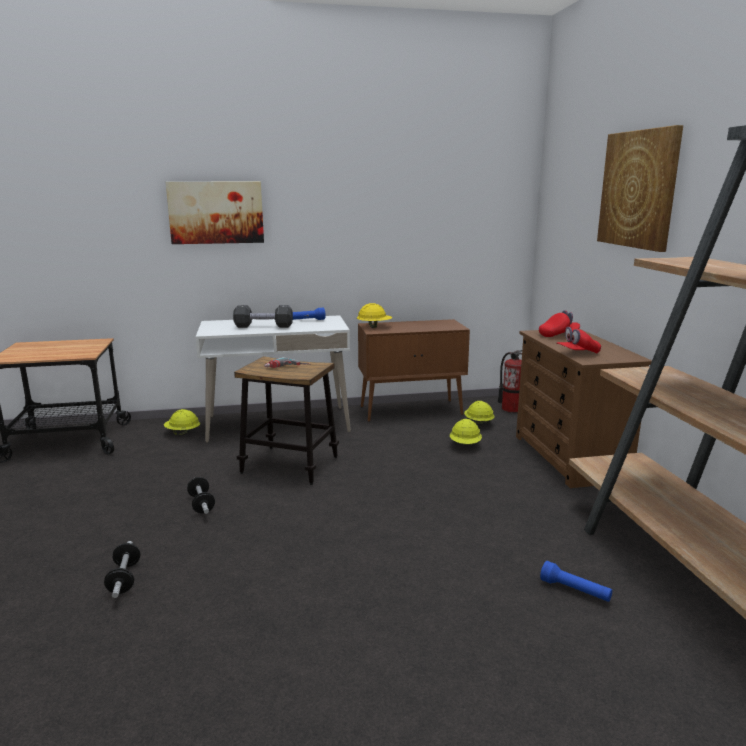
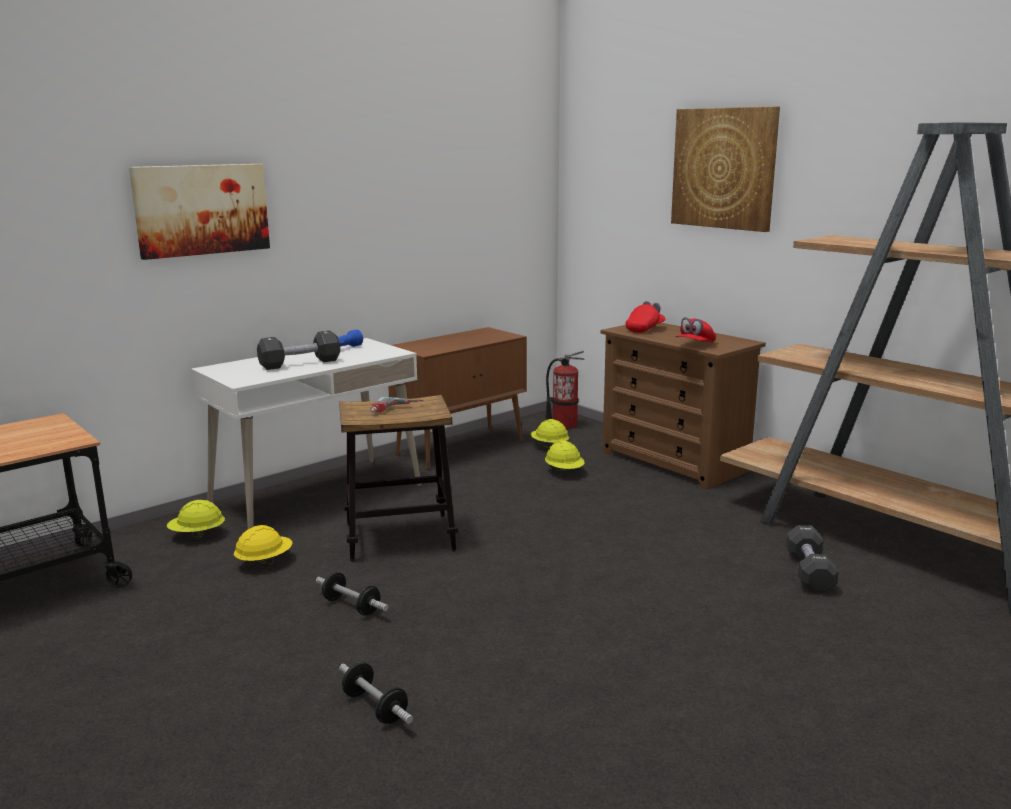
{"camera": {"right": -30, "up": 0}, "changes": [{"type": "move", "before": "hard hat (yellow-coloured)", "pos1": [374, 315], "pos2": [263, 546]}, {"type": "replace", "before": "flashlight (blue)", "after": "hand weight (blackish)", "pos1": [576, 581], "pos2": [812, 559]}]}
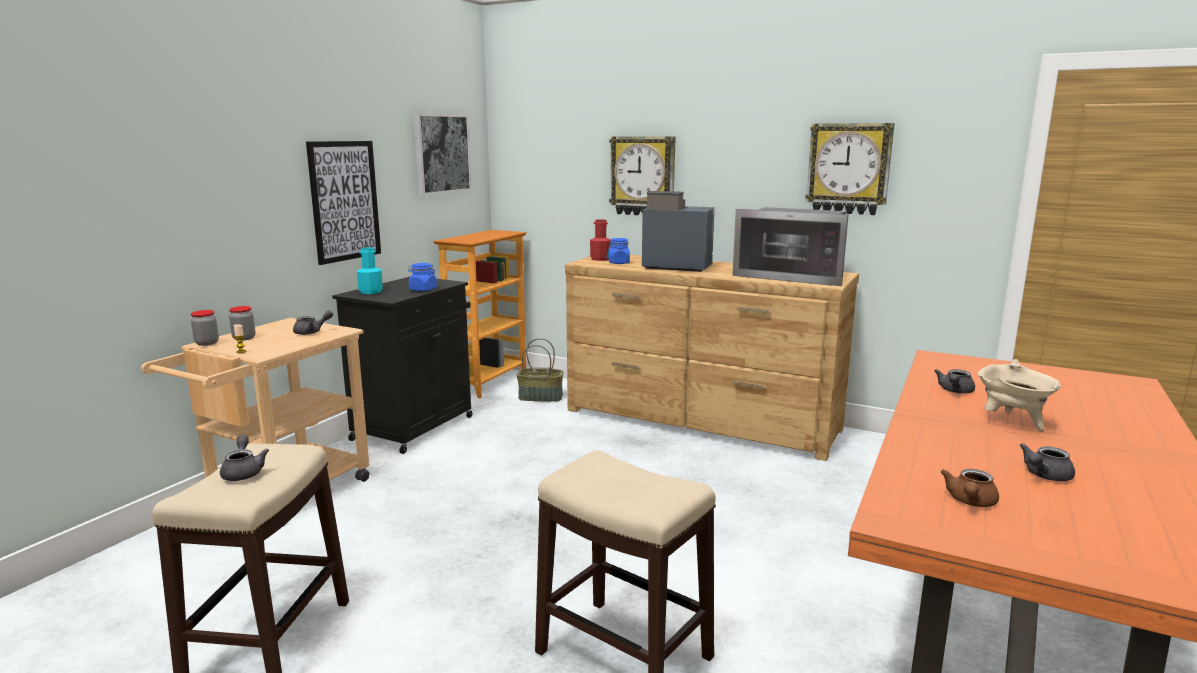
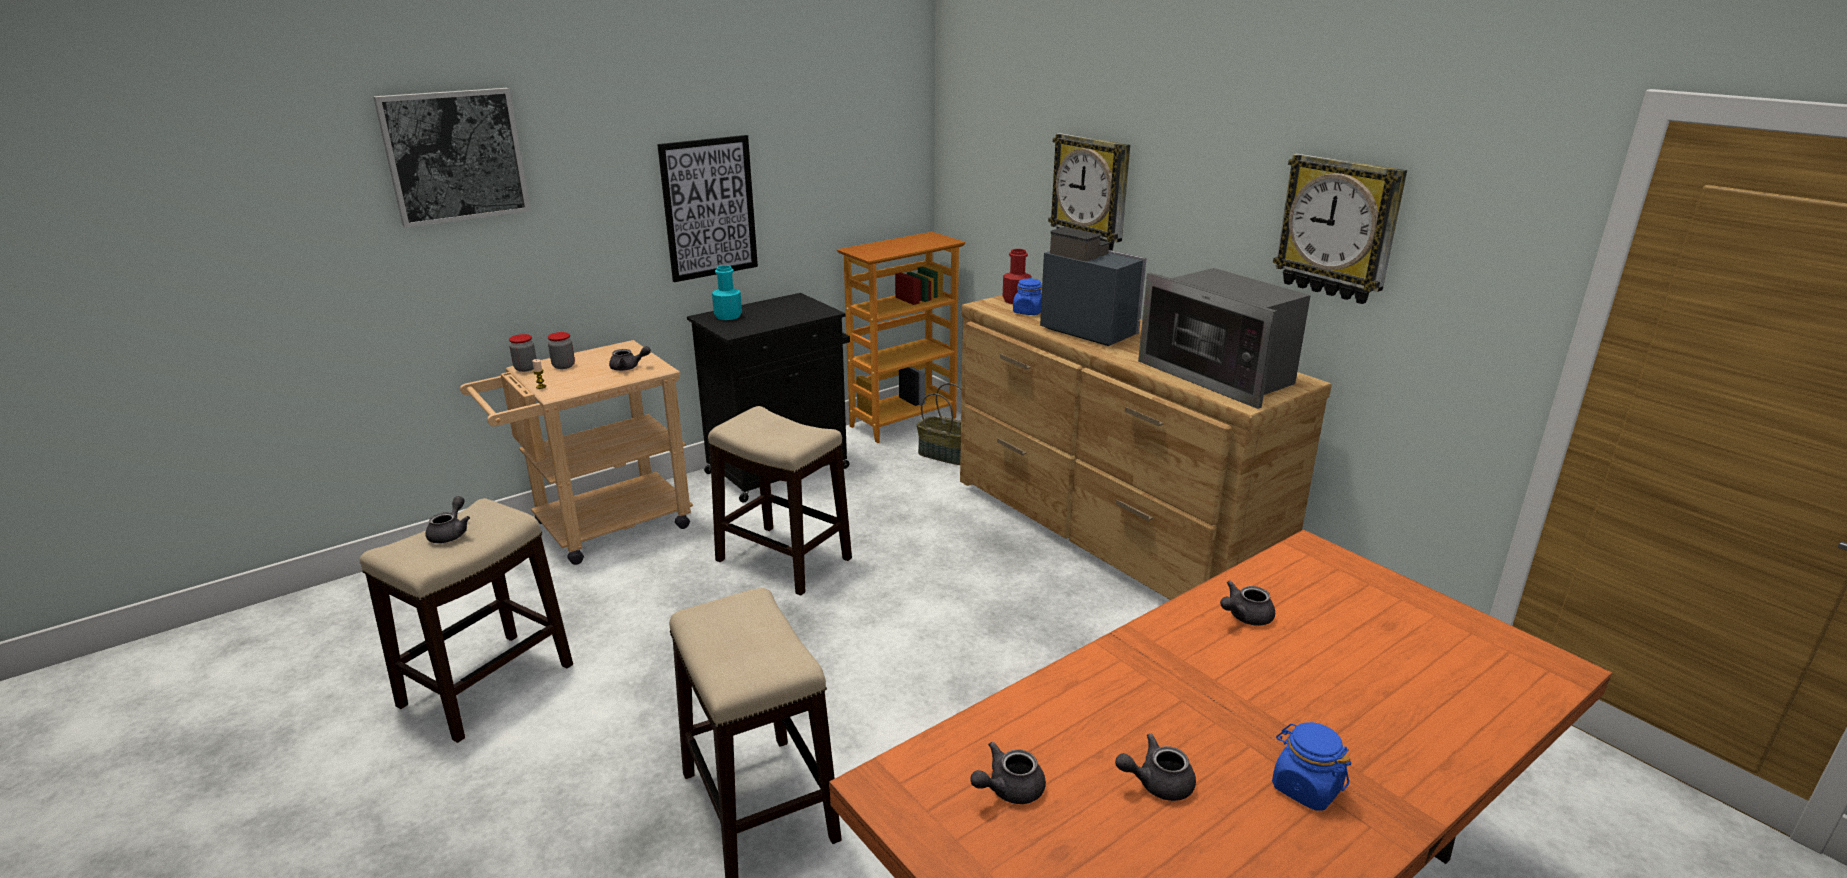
{"camera": {"right": 25, "up": 10}, "changes": [{"type": "move", "before": "picture", "pos1": [442, 154], "pos2": [451, 158]}, {"type": "insert", "after": "sitting stool", "pos2": [780, 501]}, {"type": "recolor", "before": "pot for tea (brown-coloured)", "after": "pot for tea (grey)", "pos1": [969, 488], "pos2": [1008, 773]}, {"type": "move", "before": "preserve jar (blue)", "pos1": [422, 277], "pos2": [1311, 766]}, {"type": "delete", "before": "cooking pot (beige)", "pos1": [1019, 395]}]}
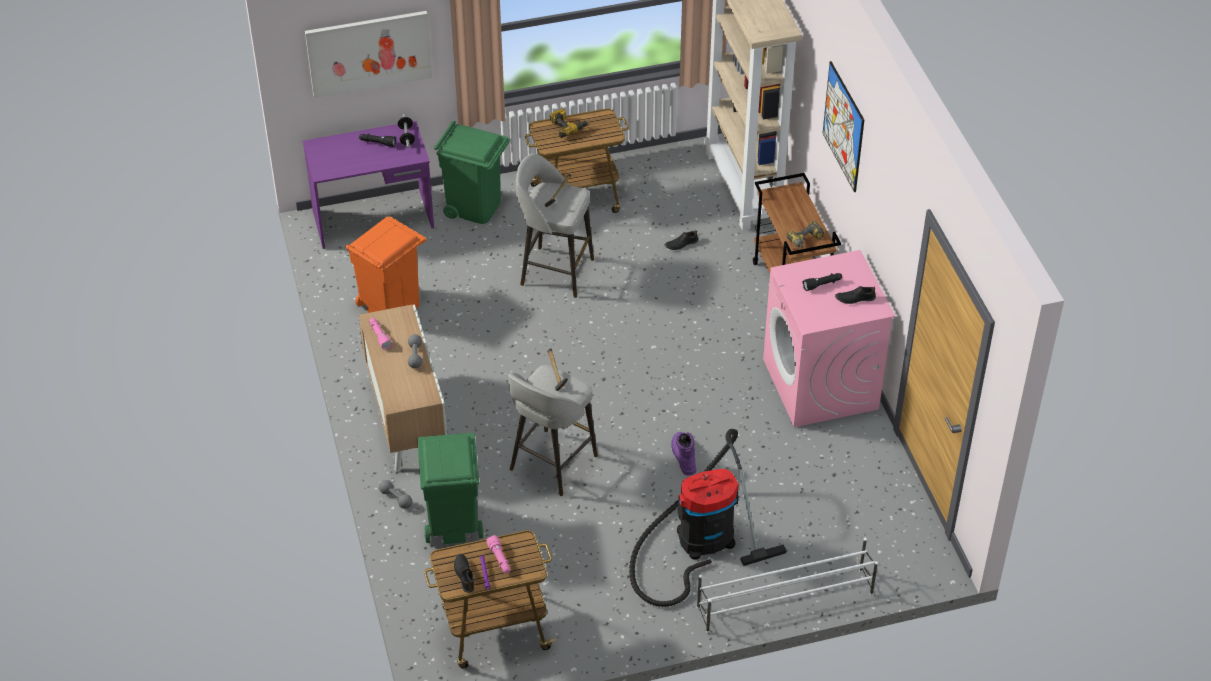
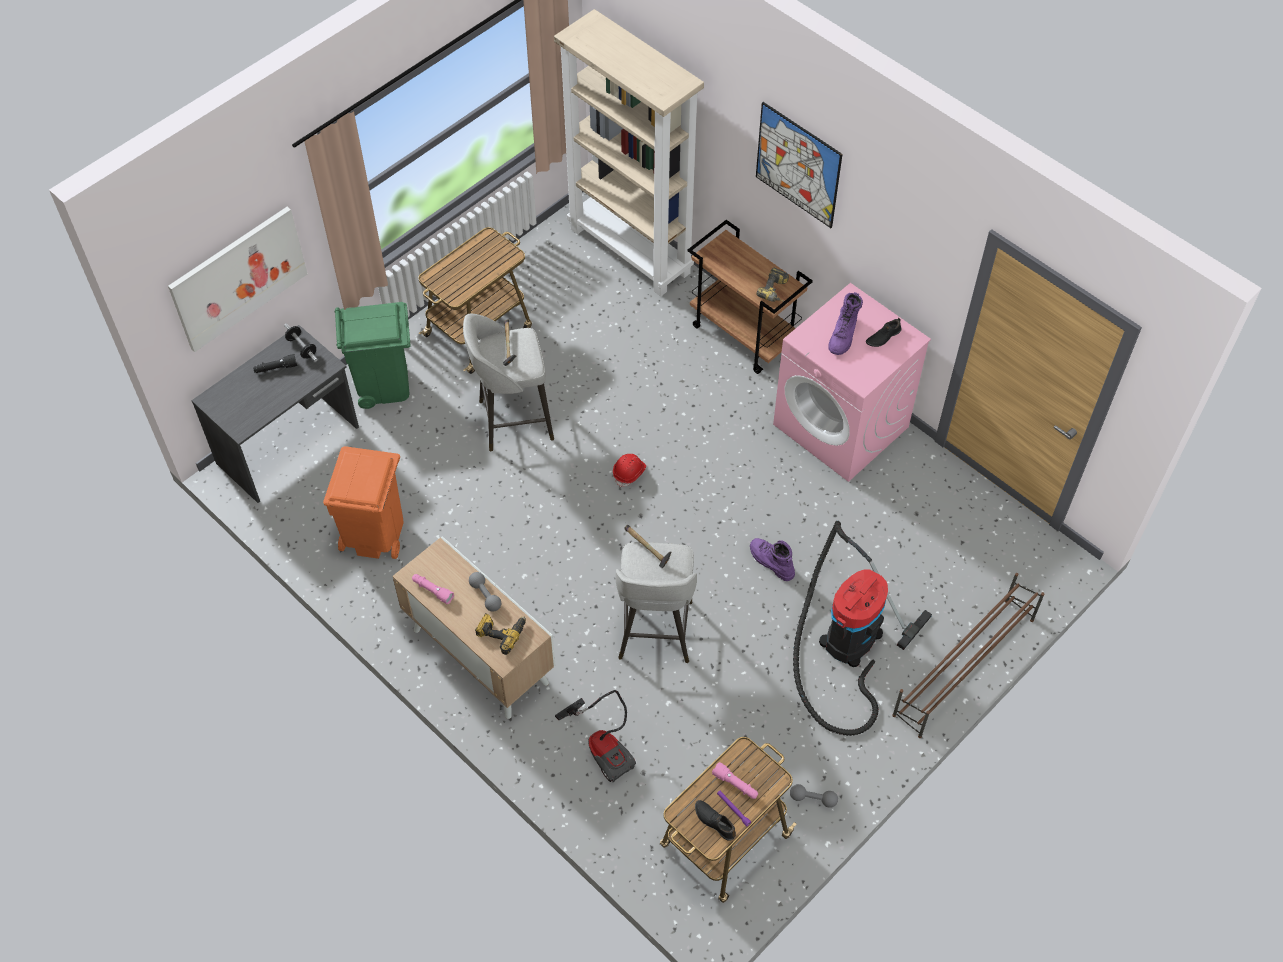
{"camera": {"right": -30, "up": 10}, "changes": [{"type": "recolor", "before": "desk (purplish)", "after": "desk (grey)", "pos1": [368, 185], "pos2": [275, 414]}, {"type": "move", "before": "power drill", "pos1": [569, 123], "pos2": [500, 634]}, {"type": "replace", "before": "trash can (greenish)", "after": "vacuum cleaner", "pos1": [450, 488], "pos2": [595, 736]}, {"type": "insert", "after": "hard hat (red-coloured)", "pos2": [629, 470]}, {"type": "move", "before": "hand weight (grey)", "pos1": [395, 494], "pos2": [814, 796]}, {"type": "replace", "before": "flashlight (blackish)", "after": "boot (purplish)", "pos1": [822, 282], "pos2": [846, 323]}, {"type": "recolor", "before": "shoe stand (whitish)", "after": "shoe stand (brown-coloured)", "pos1": [787, 586], "pos2": [968, 655]}, {"type": "delete", "before": "shoe (blackish)", "pos1": [681, 240]}]}
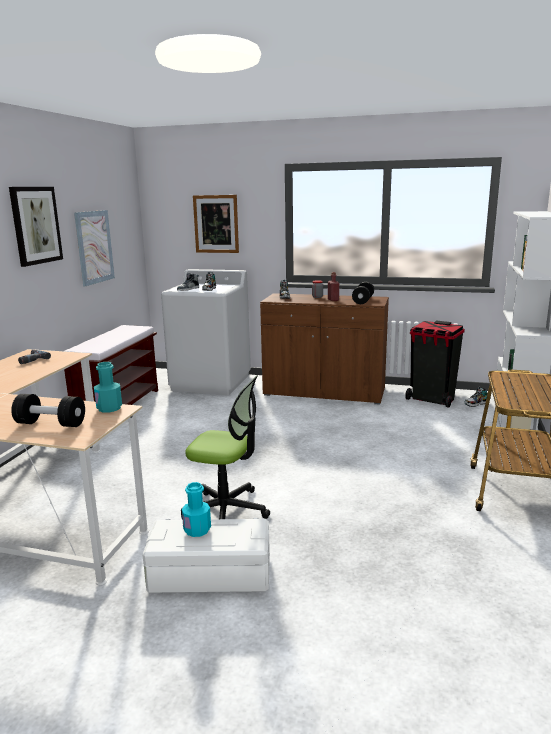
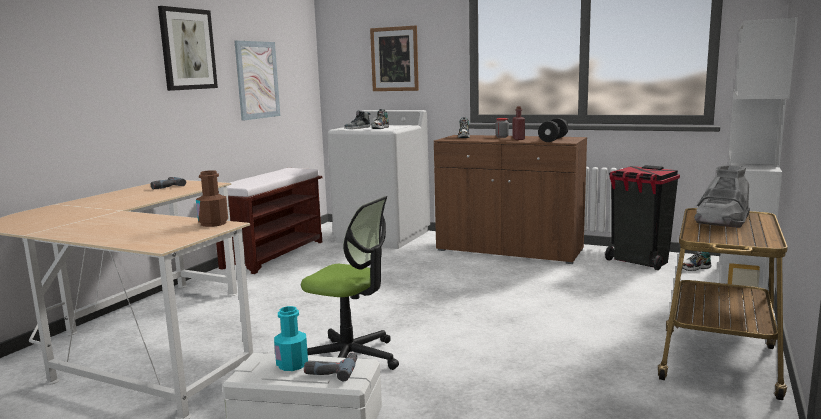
{"camera": {"right": 10, "up": -5}, "changes": [{"type": "recolor", "before": "drink bottle (blue-green)", "after": "drink bottle (brown-coloured)", "pos1": [108, 387], "pos2": [212, 198]}, {"type": "insert", "after": "power drill", "pos2": [330, 367]}, {"type": "insert", "after": "boot (grey)", "pos2": [722, 196]}, {"type": "delete", "before": "hand weight (blackish)", "pos1": [48, 410]}]}
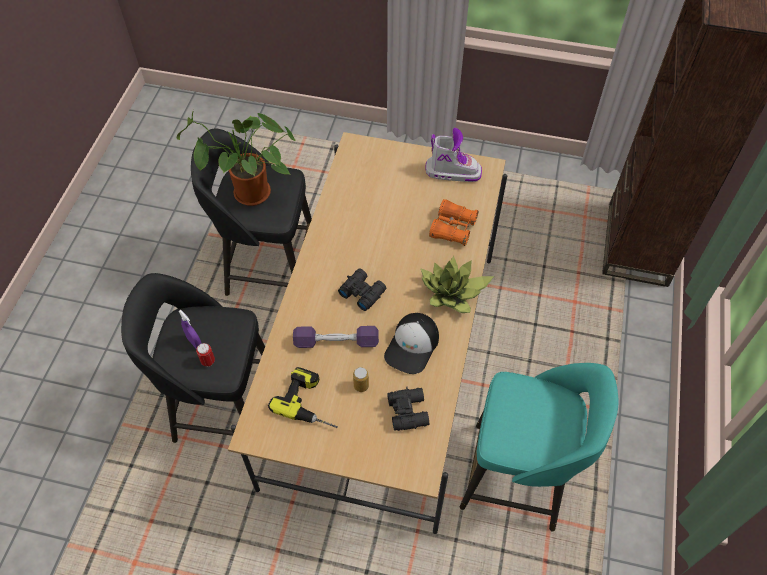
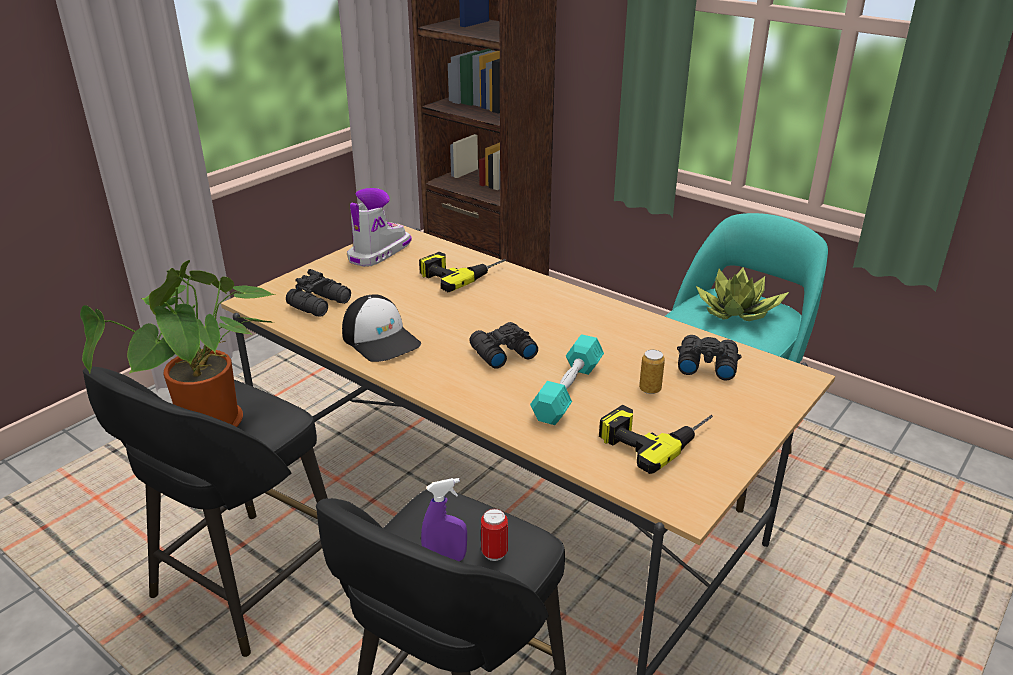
{"camera": {"right": -65, "up": -25}, "changes": [{"type": "insert", "after": "field glasses (blackish)", "pos2": [318, 293]}, {"type": "move", "before": "peaked cap", "pos1": [411, 343], "pos2": [381, 328]}, {"type": "replace", "before": "field glasses (orange-coloured)", "after": "power drill", "pos1": [454, 222], "pos2": [462, 272]}, {"type": "recolor", "before": "hand weight (purplish)", "after": "hand weight (blue-green)", "pos1": [336, 337], "pos2": [567, 379]}, {"type": "move", "before": "plant in a pot", "pos1": [457, 284], "pos2": [742, 294]}]}
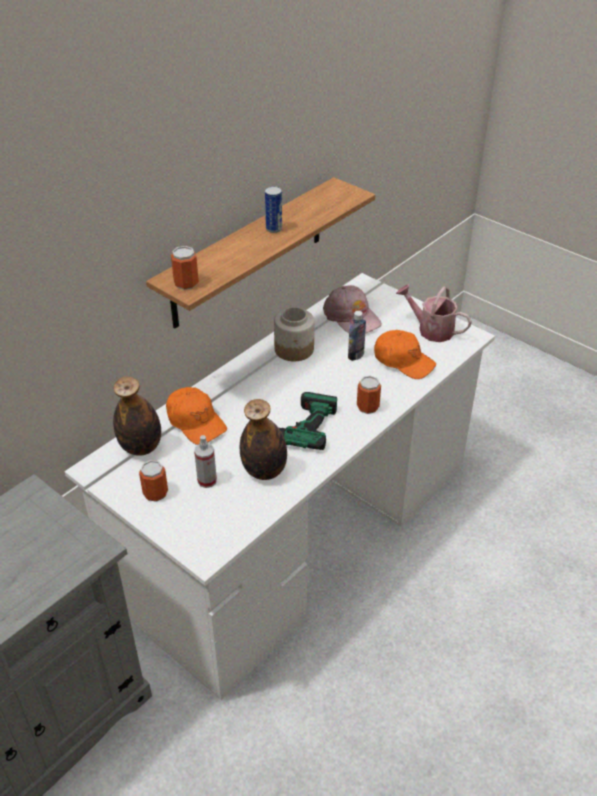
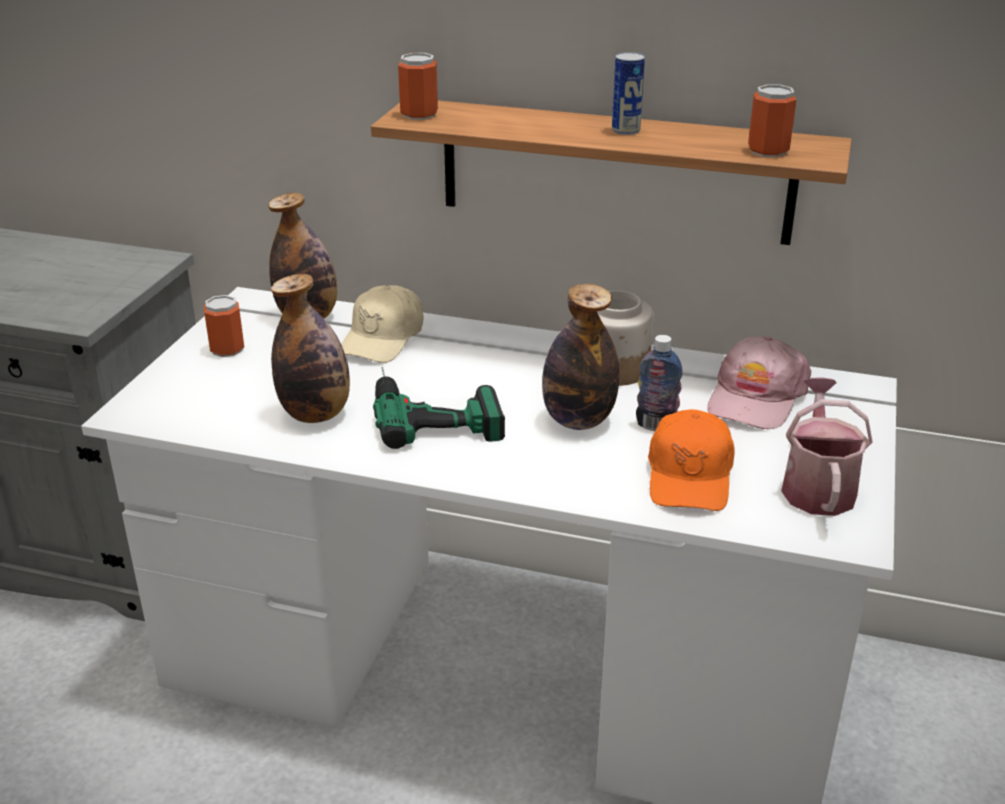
{"camera": {"right": 65, "up": -10}, "changes": [{"type": "recolor", "before": "peaked cap (orange-coloured)", "after": "peaked cap (beige)", "pos1": [196, 416], "pos2": [382, 324]}, {"type": "insert", "after": "drink bottle", "pos2": [580, 357]}, {"type": "move", "before": "metal can", "pos1": [369, 395], "pos2": [772, 120]}, {"type": "delete", "before": "sprayer", "pos1": [205, 461]}]}
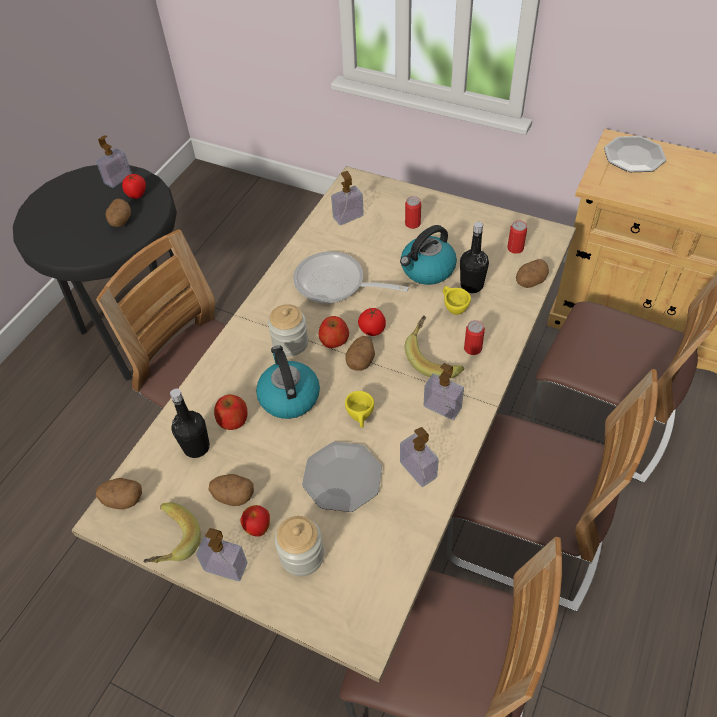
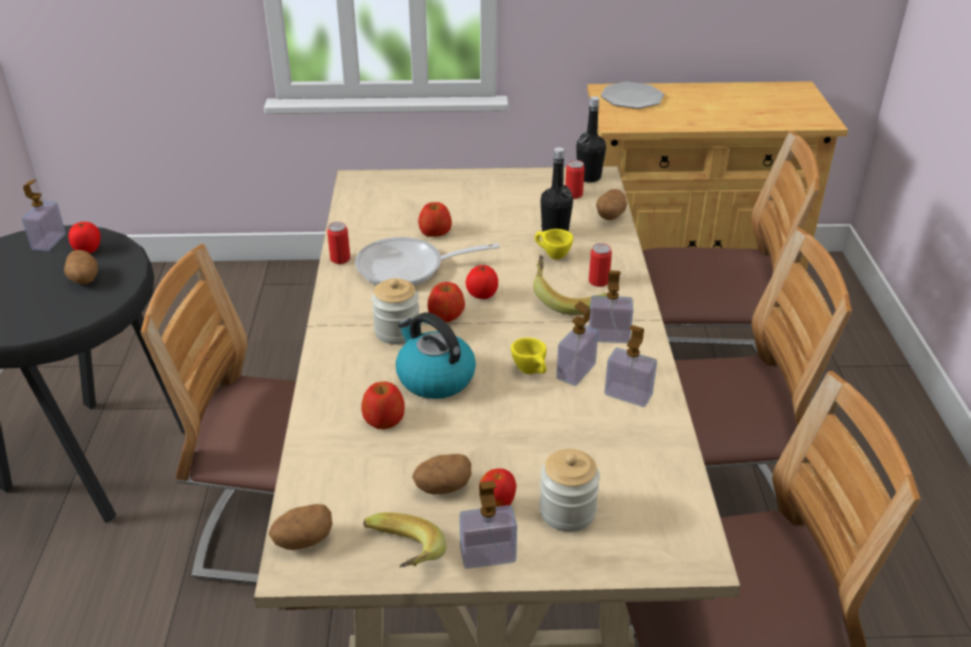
{"camera": {"right": -30, "up": -15}, "changes": [{"type": "move", "before": "metal can", "pos1": [413, 212], "pos2": [338, 243]}, {"type": "insert", "after": "apple", "pos2": [435, 219]}, {"type": "move", "before": "soap dispenser", "pos1": [347, 198], "pos2": [577, 343]}, {"type": "move", "before": "drink bottle (blackish)", "pos1": [190, 423], "pos2": [591, 139]}, {"type": "delete", "before": "plate", "pos1": [342, 477]}, {"type": "delete", "before": "potato", "pos1": [360, 353]}, {"type": "delete", "before": "kettle", "pos1": [428, 255]}]}
